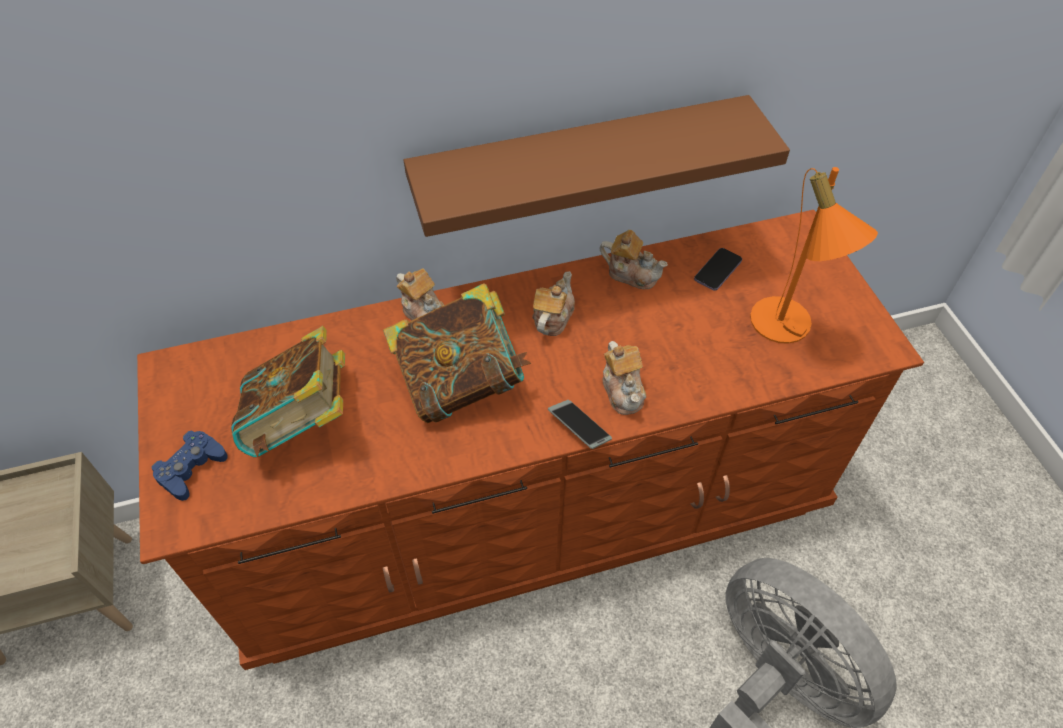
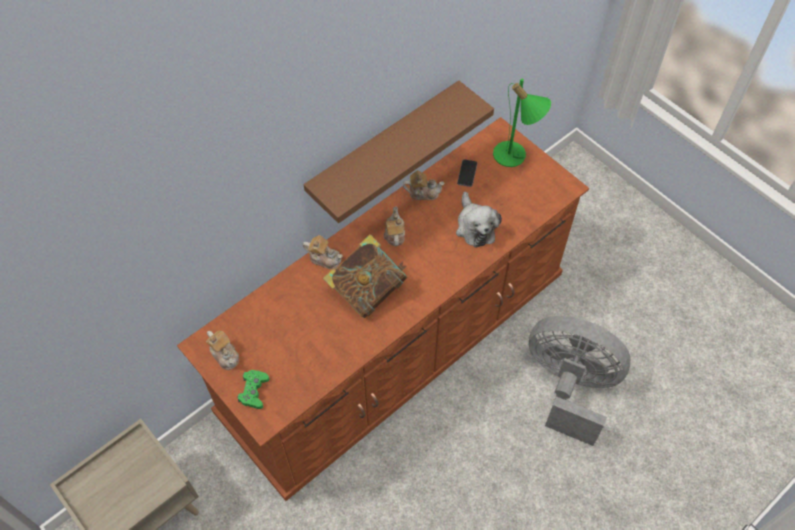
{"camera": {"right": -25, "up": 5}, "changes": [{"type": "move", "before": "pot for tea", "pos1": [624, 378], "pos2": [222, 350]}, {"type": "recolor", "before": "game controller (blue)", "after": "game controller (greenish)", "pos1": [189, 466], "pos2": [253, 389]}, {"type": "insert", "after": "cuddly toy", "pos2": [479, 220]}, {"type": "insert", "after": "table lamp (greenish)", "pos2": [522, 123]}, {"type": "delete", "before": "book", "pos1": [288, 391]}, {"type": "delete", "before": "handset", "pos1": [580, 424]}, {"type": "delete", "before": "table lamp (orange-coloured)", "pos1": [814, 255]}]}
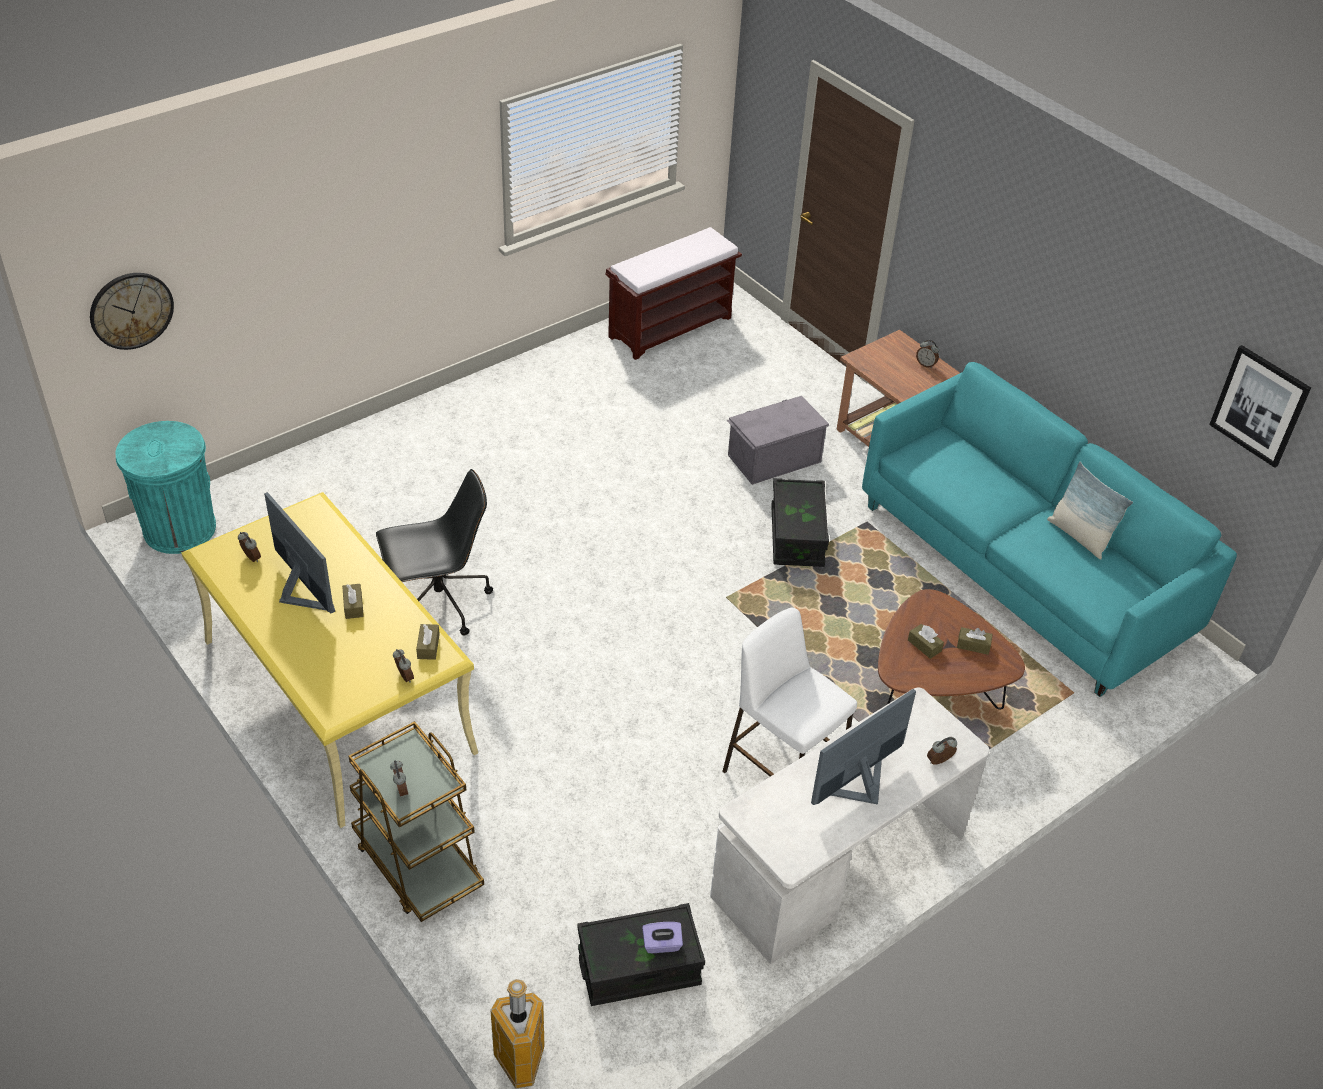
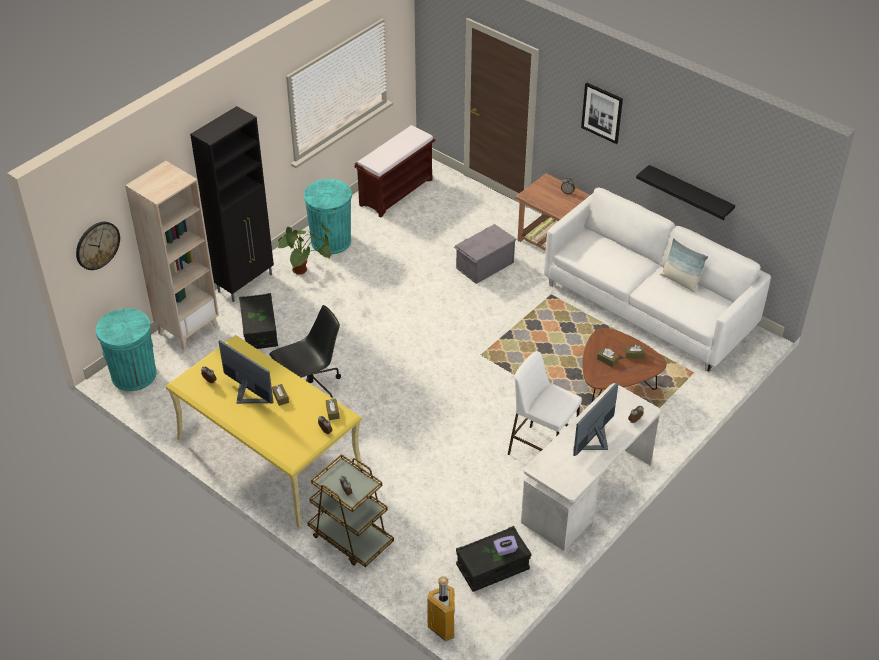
{"camera": {"right": -10, "up": 0}, "changes": [{"type": "insert", "after": "shelving unit (beige)", "pos2": [172, 255]}, {"type": "insert", "after": "cabinet (blackish)", "pos2": [232, 204]}, {"type": "move", "before": "storage box (blackish)", "pos1": [800, 522], "pos2": [258, 321]}, {"type": "insert", "after": "plant in a pot", "pos2": [305, 248]}, {"type": "insert", "after": "trash can (blue-green)", "pos2": [328, 216]}, {"type": "recolor", "before": "couch (blue-green)", "after": "couch (whitish)", "pos1": [1049, 529], "pos2": [657, 280]}, {"type": "move", "before": "picture", "pos1": [1260, 406], "pos2": [602, 113]}, {"type": "insert", "after": "shelf (blackish)", "pos2": [685, 192]}]}
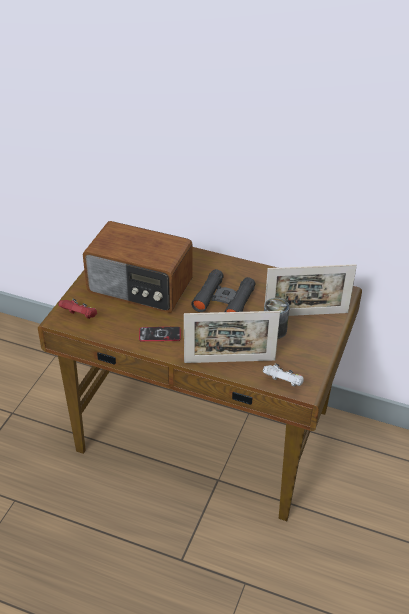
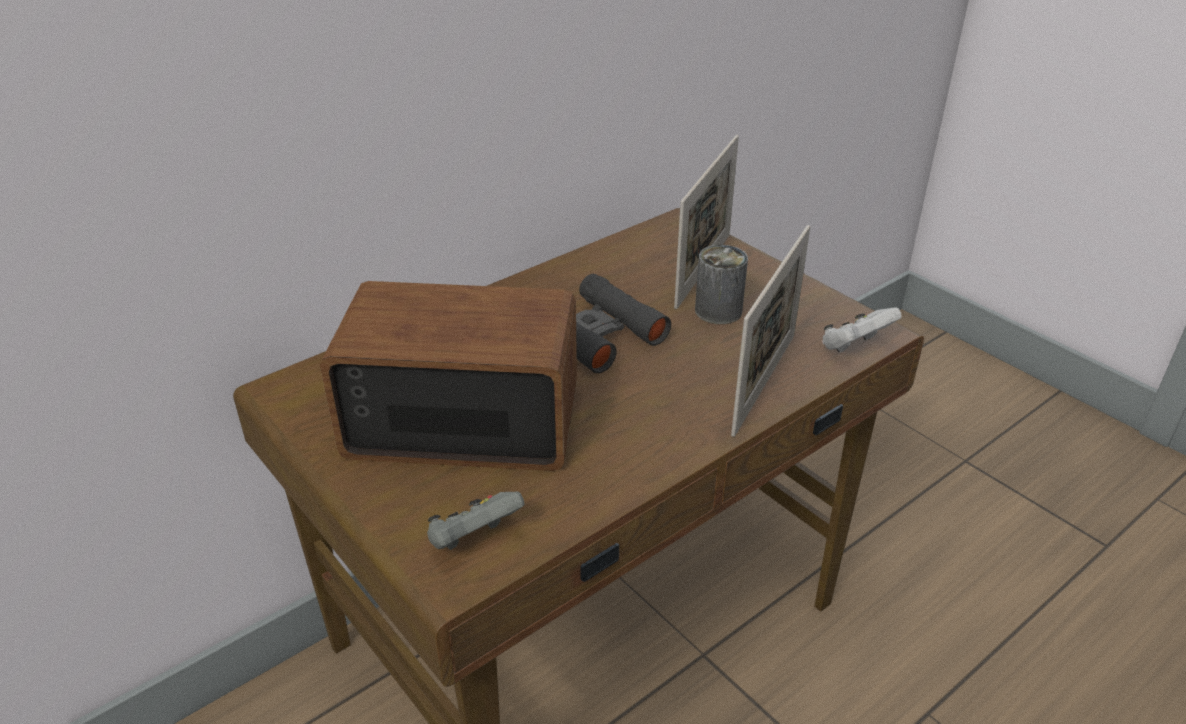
{"camera": {"right": -60, "up": -5}, "changes": [{"type": "rotate", "before": "radio", "pos1": [138, 267], "pos2": [448, 376], "turn": -135}, {"type": "recolor", "before": "game controller (red-coloured)", "after": "game controller (grey)", "pos1": [77, 309], "pos2": [476, 521]}, {"type": "delete", "before": "handset", "pos1": [160, 334]}]}
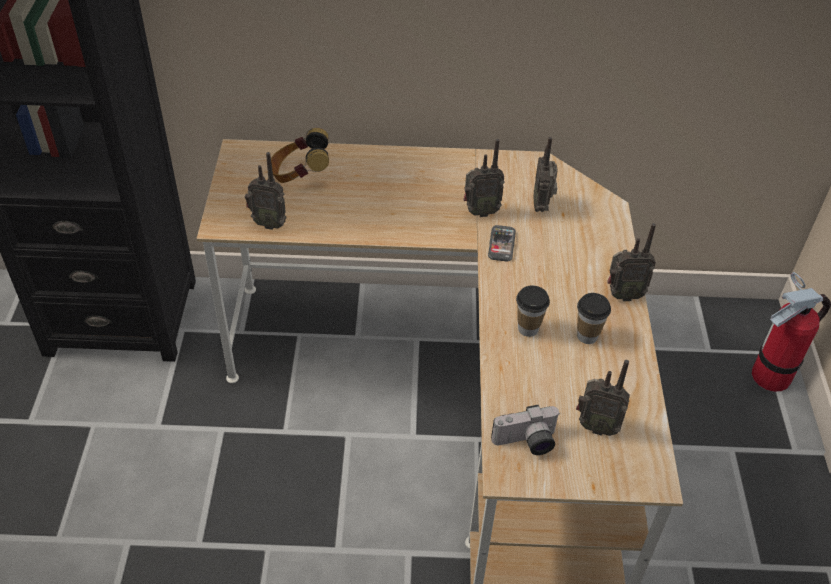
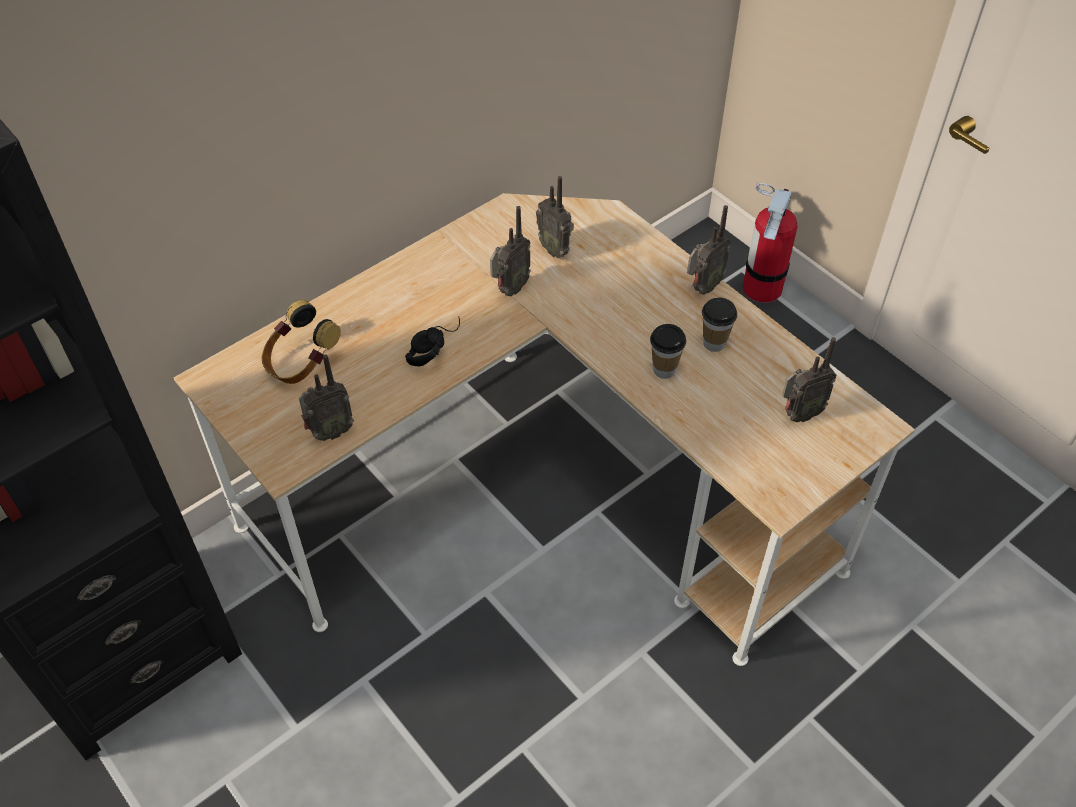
{"camera": {"right": -40, "up": 5}, "changes": [{"type": "insert", "after": "pair of headphones (blackish)", "pos2": [432, 341]}, {"type": "delete", "before": "handset", "pos1": [502, 243]}, {"type": "delete", "before": "still camera", "pos1": [525, 430]}]}
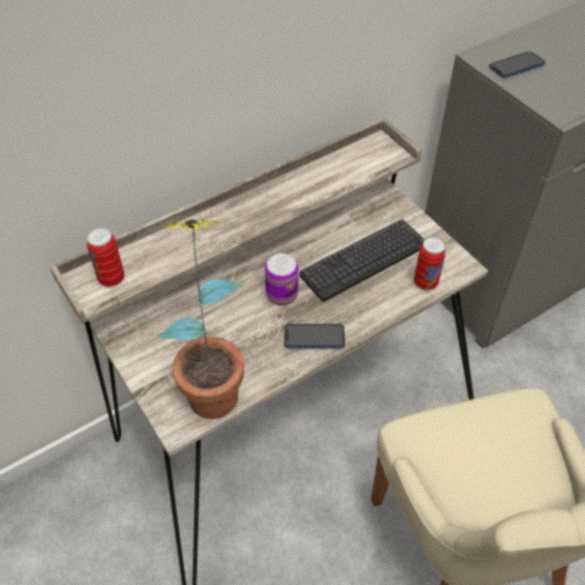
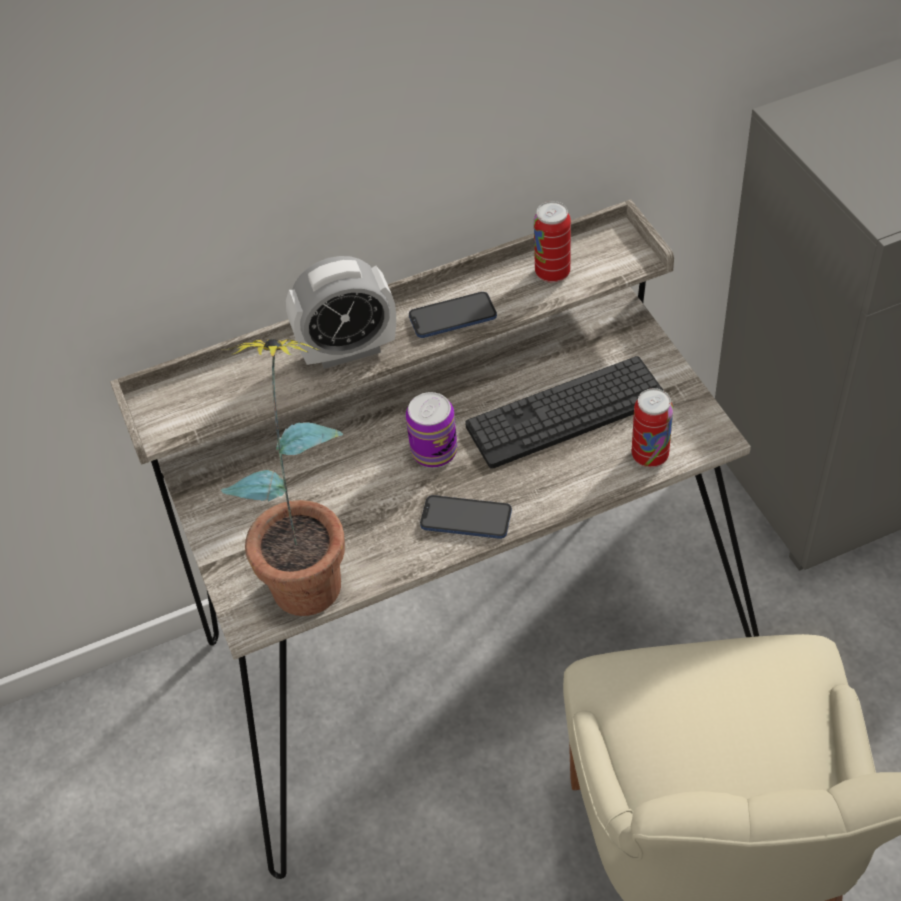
{"camera": {"right": 15, "up": 0}, "changes": [{"type": "insert", "after": "alarm clock", "pos2": [341, 312]}, {"type": "move", "before": "handset", "pos1": [517, 64], "pos2": [453, 315]}, {"type": "move", "before": "metal can", "pos1": [105, 257], "pos2": [552, 242]}]}
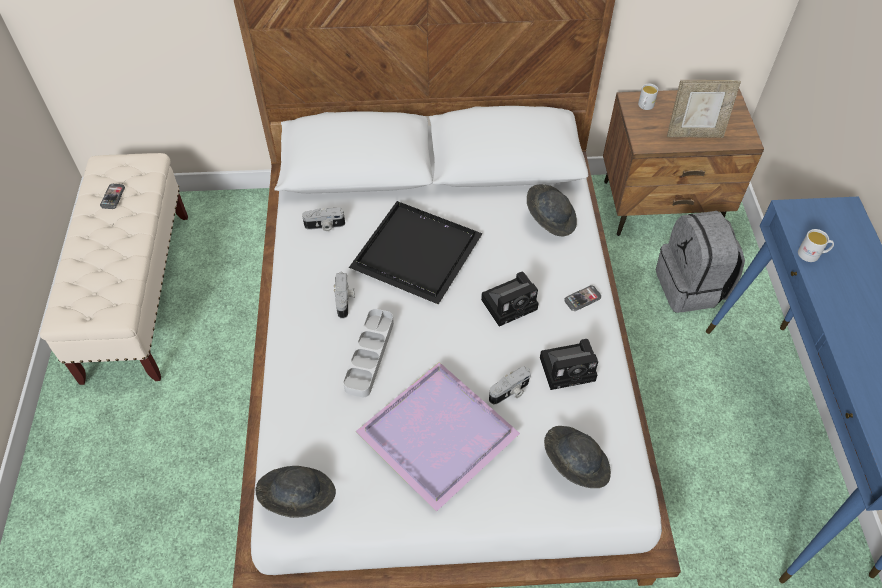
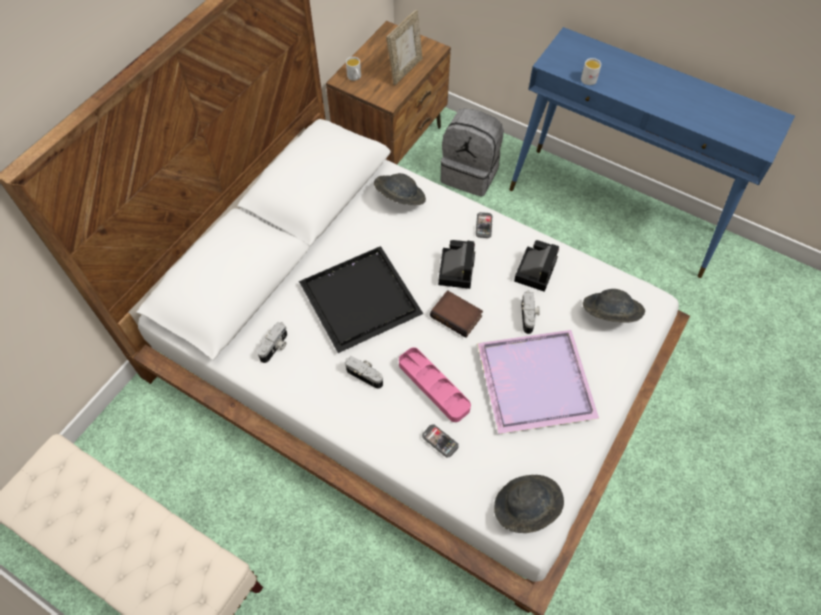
{"camera": {"right": -55, "up": 5}, "changes": [{"type": "recolor", "before": "carrying tray (grey)", "after": "carrying tray (pink)", "pos1": [368, 353], "pos2": [435, 384]}, {"type": "move", "before": "handset", "pos1": [112, 196], "pos2": [440, 440]}, {"type": "insert", "after": "book", "pos2": [456, 314]}]}
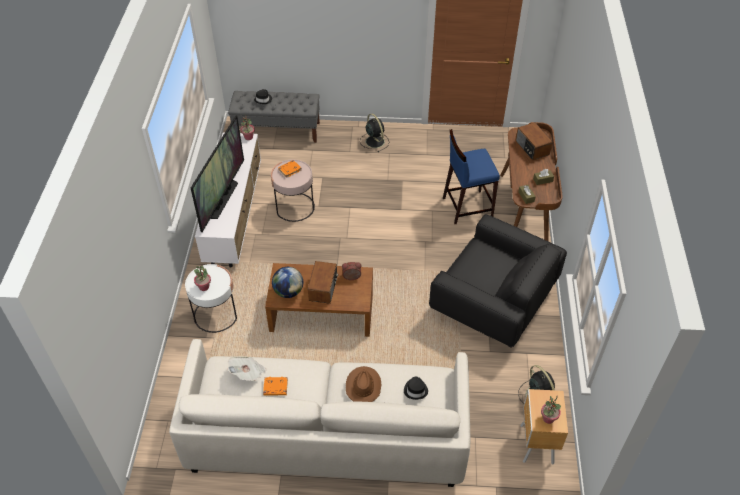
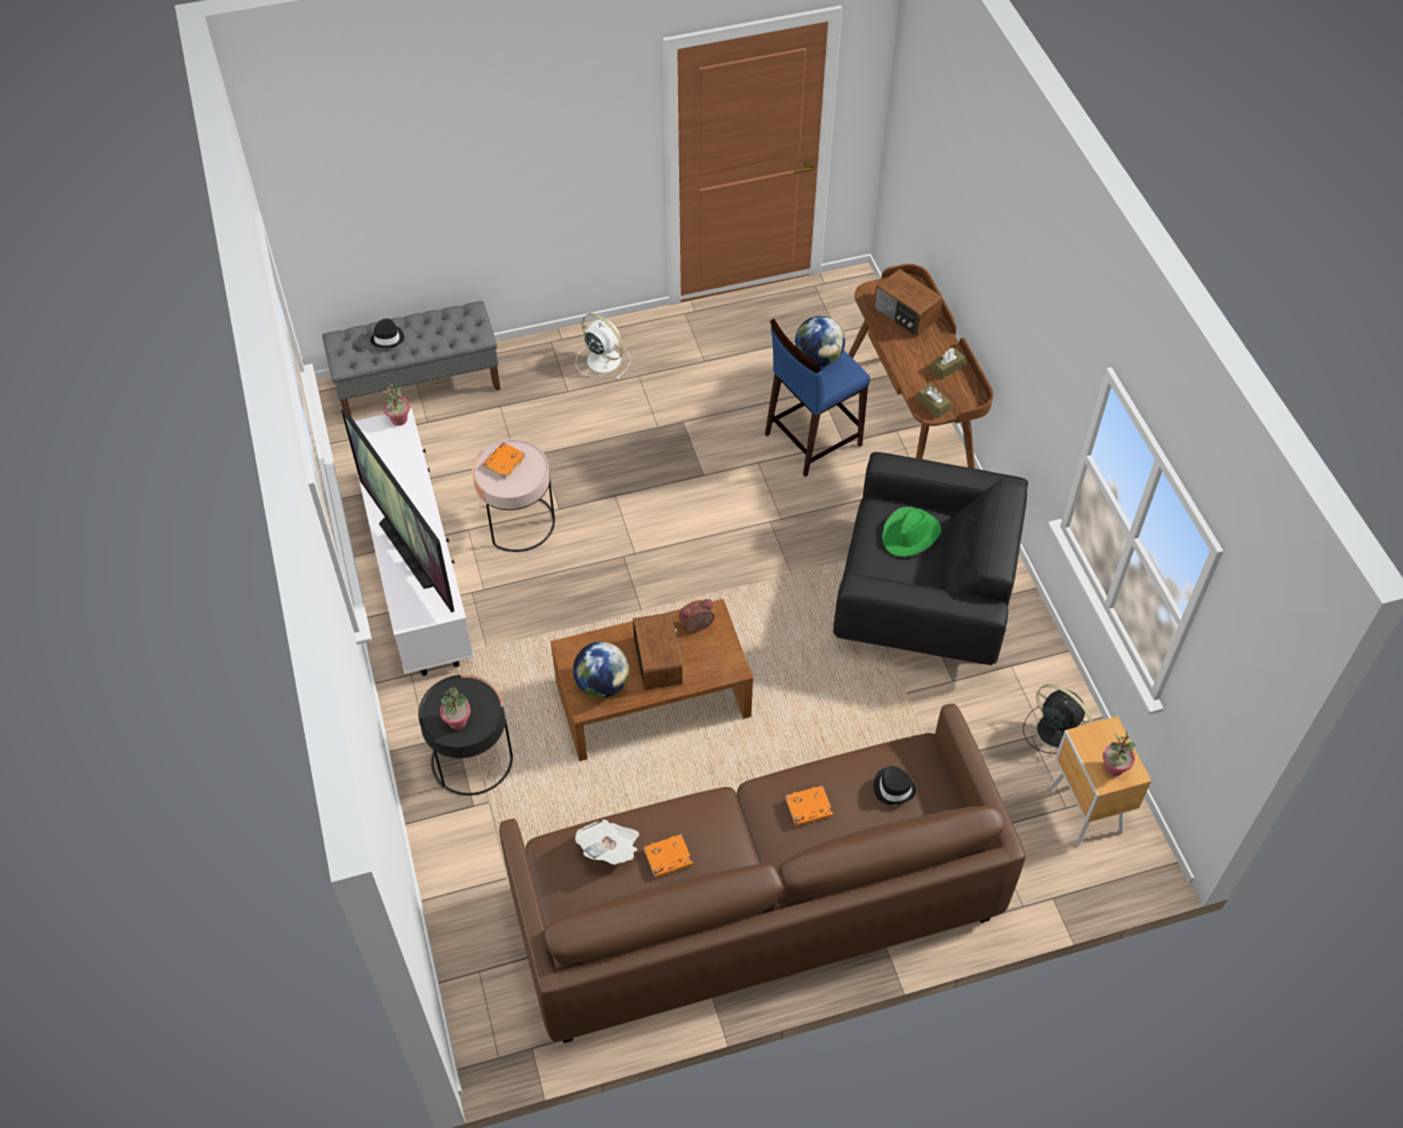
{"camera": {"right": -20, "up": 5}, "changes": [{"type": "rotate", "before": "television", "pos1": [217, 174], "pos2": [397, 510], "turn": 150}, {"type": "recolor", "before": "side table (whitish)", "after": "side table (blackish)", "pos1": [211, 298], "pos2": [465, 735]}, {"type": "recolor", "before": "couch (whitish)", "after": "couch (brown-coloured)", "pos1": [319, 413], "pos2": [762, 873]}, {"type": "recolor", "before": "fan (blackish)", "after": "fan (whitish)", "pos1": [374, 132], "pos2": [602, 346]}, {"type": "replace", "before": "wearable hat (brown-coloured)", "after": "book (orange-coloured)", "pos1": [363, 384], "pos2": [809, 806]}, {"type": "insert", "after": "world globe", "pos2": [820, 341]}, {"type": "insert", "after": "wearable hat (greenish)", "pos2": [912, 532]}]}
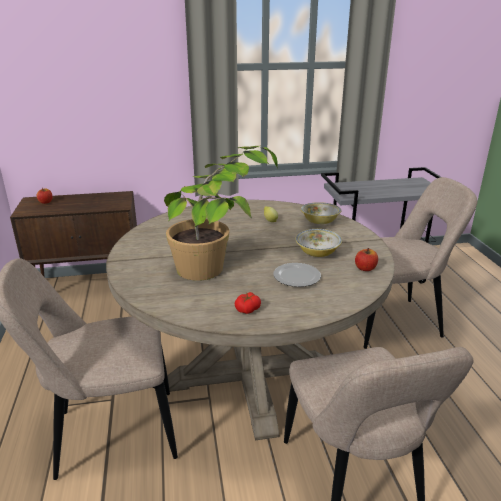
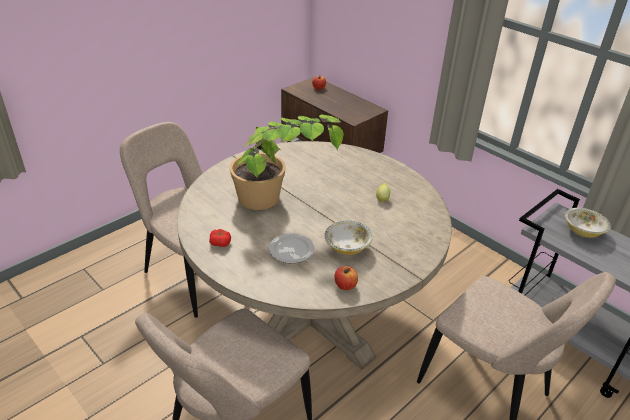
{"camera": {"right": 55, "up": 10}, "changes": [{"type": "move", "before": "bowl", "pos1": [321, 213], "pos2": [588, 223]}]}
